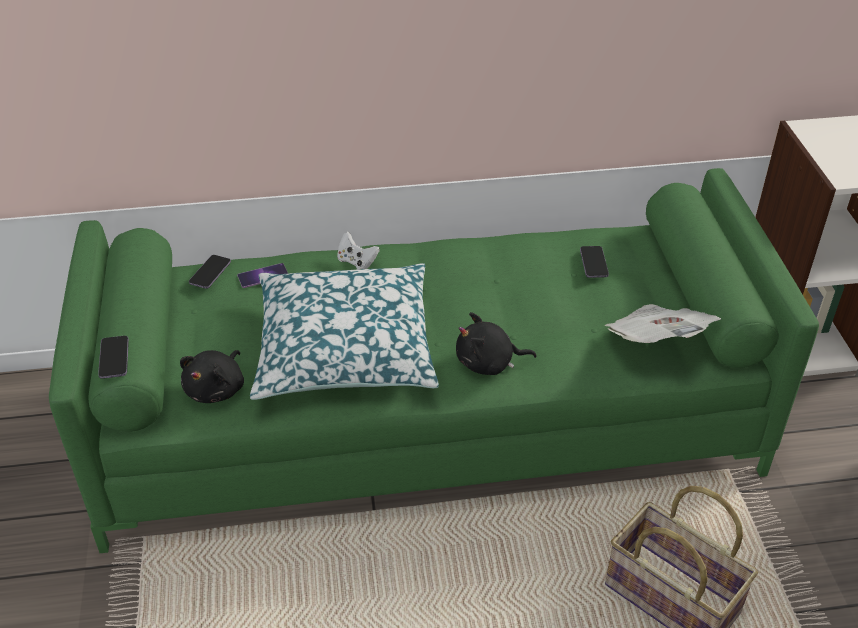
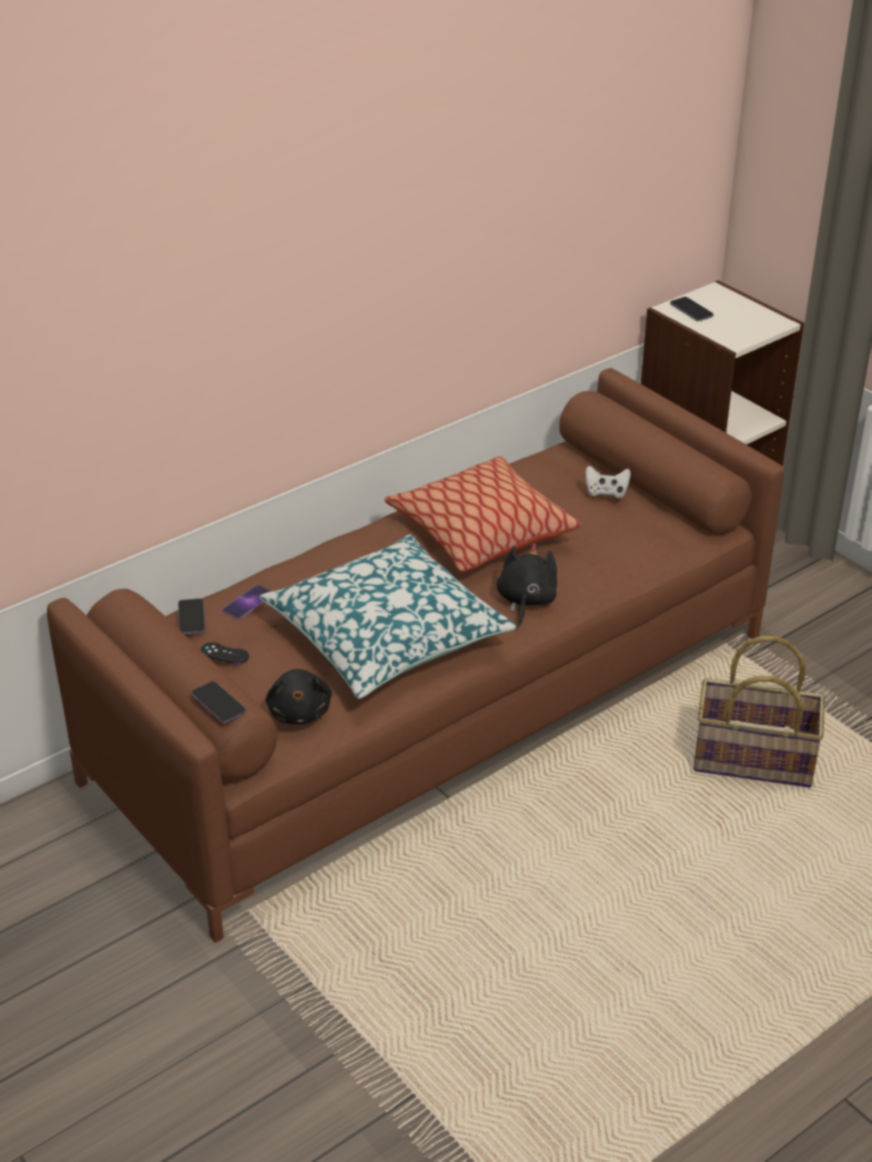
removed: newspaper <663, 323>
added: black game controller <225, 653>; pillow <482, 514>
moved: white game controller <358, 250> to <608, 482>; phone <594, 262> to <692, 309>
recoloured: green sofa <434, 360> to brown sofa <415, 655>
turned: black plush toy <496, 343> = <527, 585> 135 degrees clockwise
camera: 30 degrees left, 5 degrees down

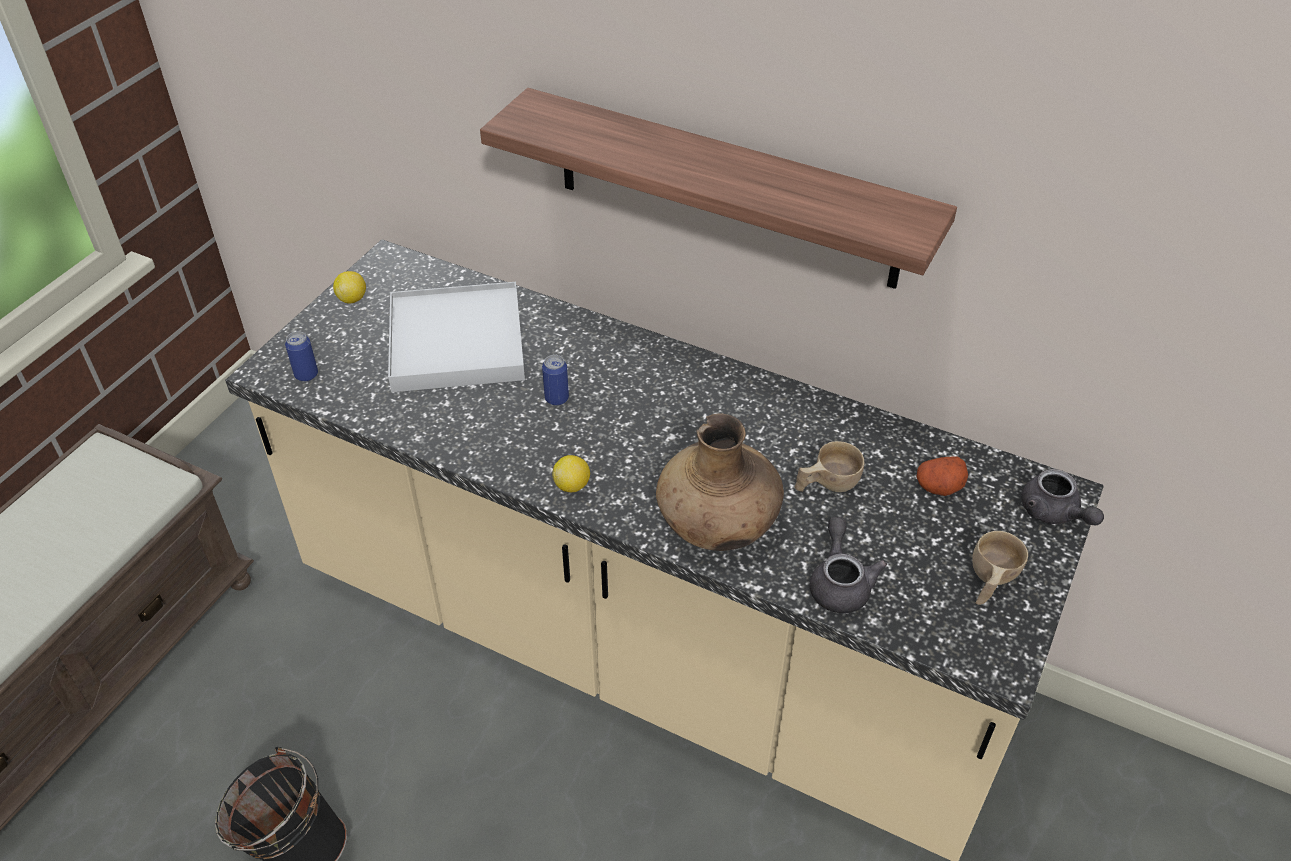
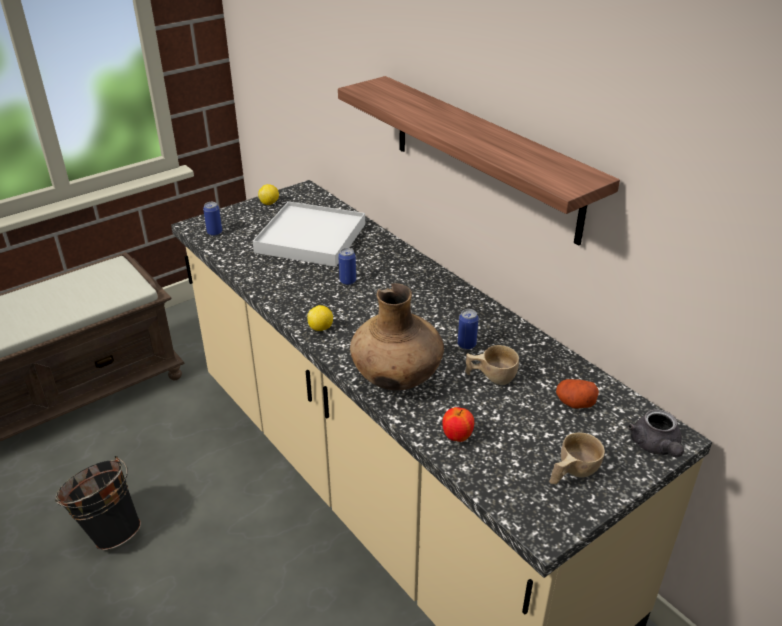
added: can <468, 329>
replaced: grey teapot <848, 565> to apple <458, 424>
camera: 25 degrees right, 10 degrees down

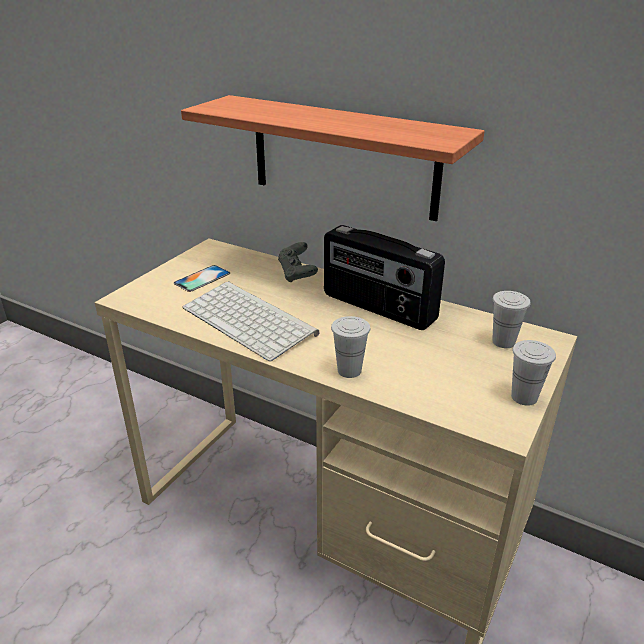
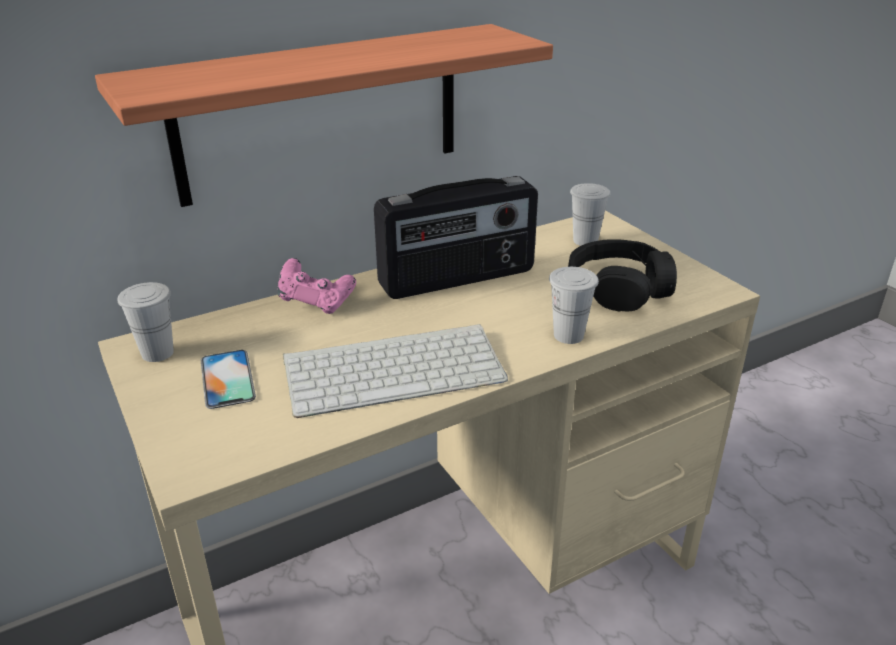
added: black headphones <622, 275>
moved: white cup <533, 373> to <145, 322>
recoloured: grey game controller <298, 262> to pink game controller <316, 286>
camera: 60 degrees left, 0 degrees up

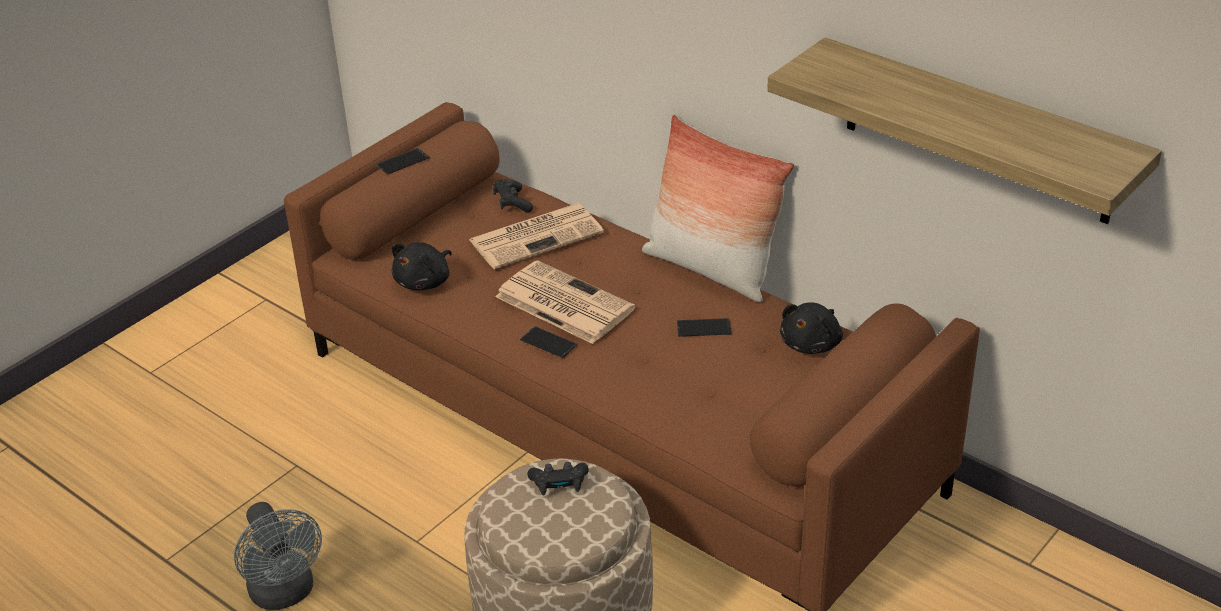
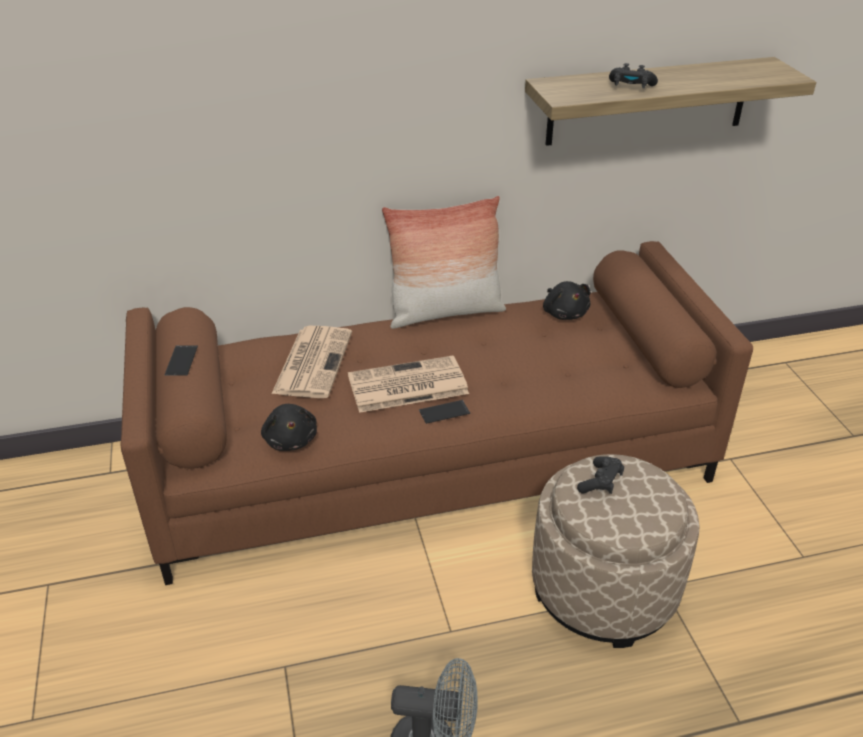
removed: phone <704, 327>
moved: black game controller <513, 196> to <633, 76>
camera: 55 degrees left, 0 degrees up

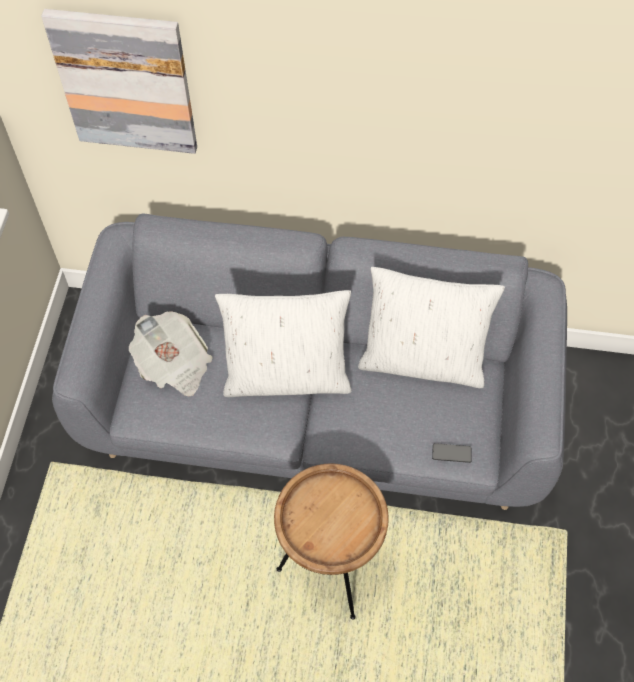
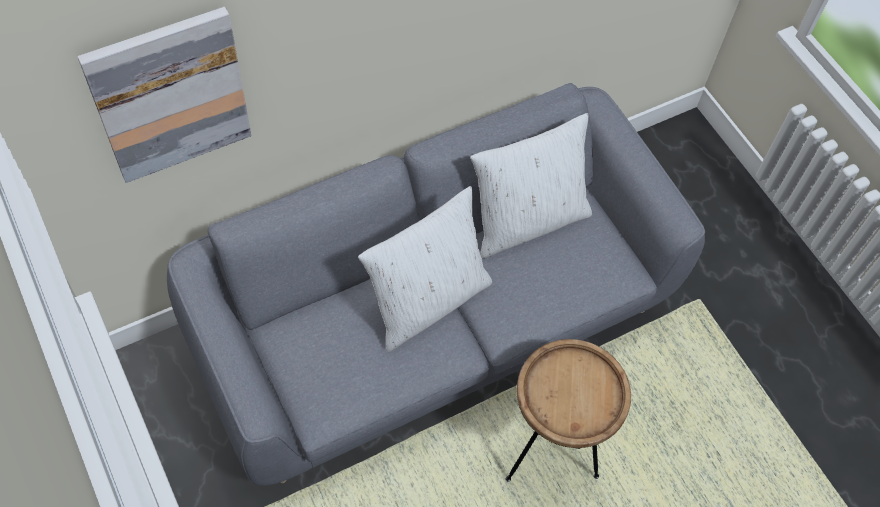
removed: newspaper <171, 354>; phone <452, 453>
camera: 40 degrees left, 0 degrees up

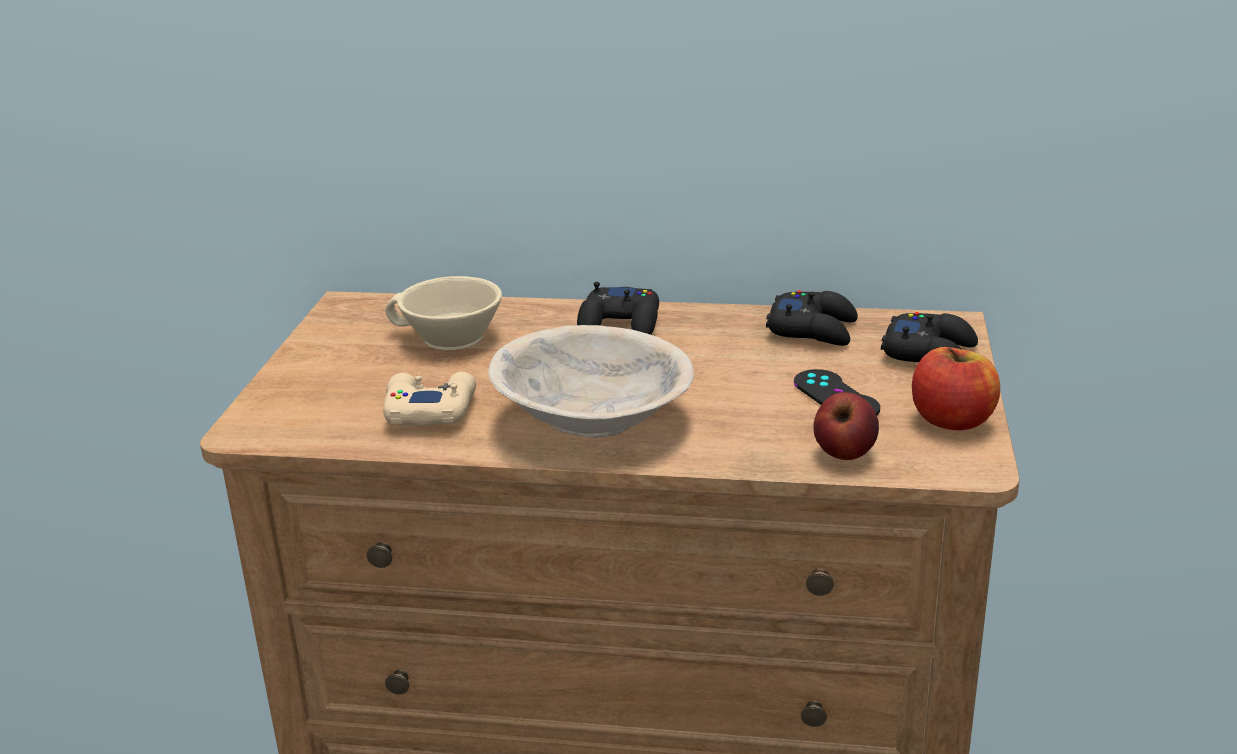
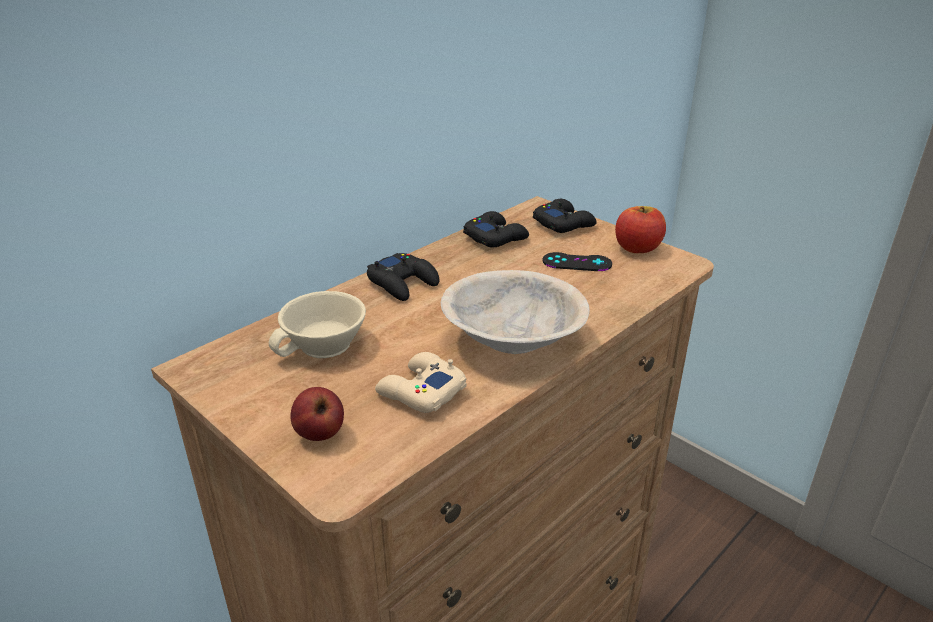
moved: apple <846, 426> to <317, 414>
camera: 55 degrees left, 5 degrees up

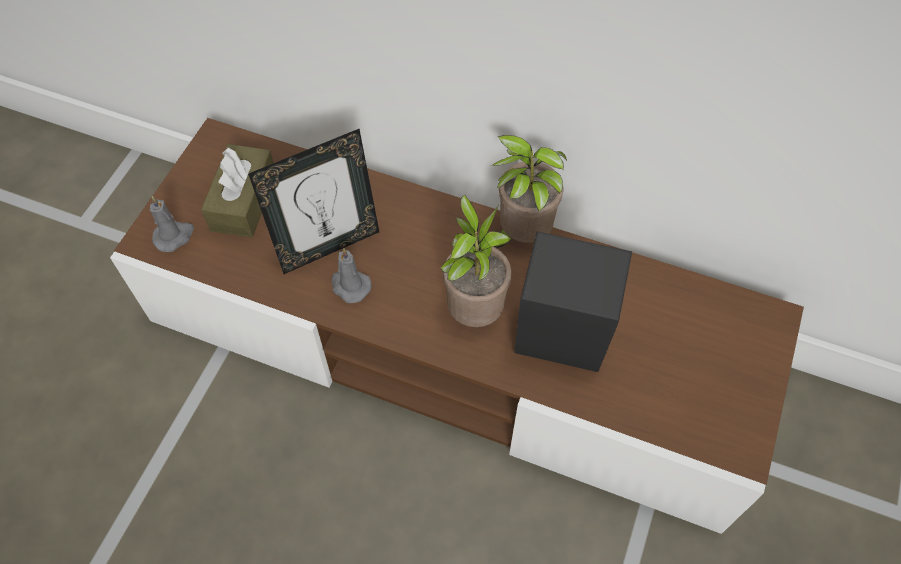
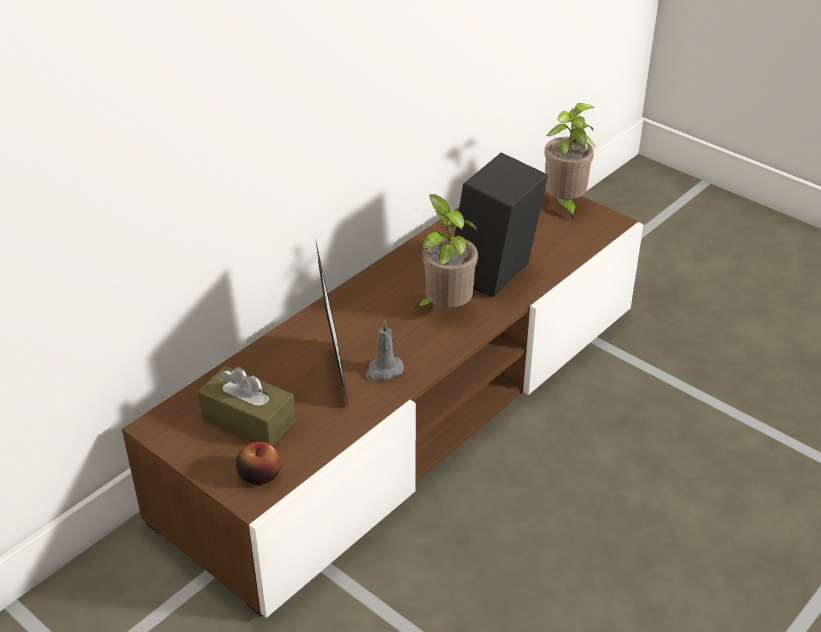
moved: potted plant <529, 191> to <570, 161>
replaced: grey candle <172, 224> to apple <258, 463>
camera: 70 degrees left, 20 degrees down

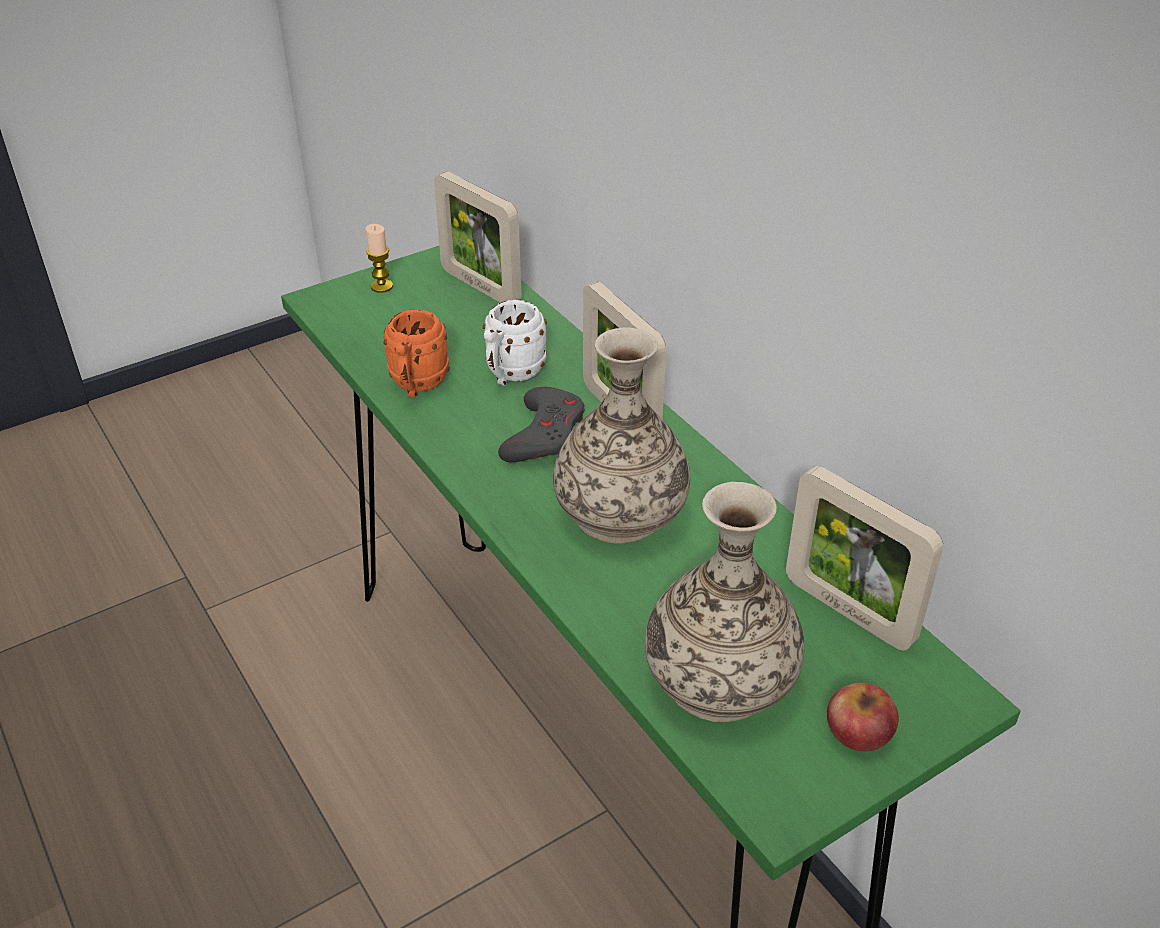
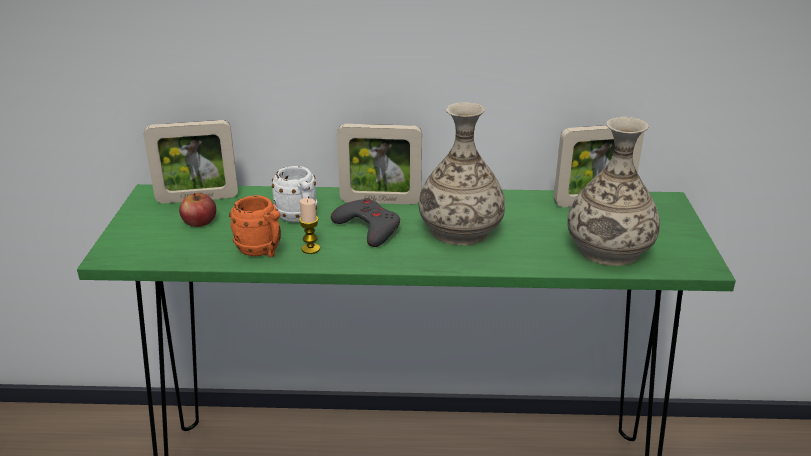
moved: candle <379, 258> to <309, 226>; apple <863, 717> to <197, 210>
camera: 55 degrees left, 10 degrees down

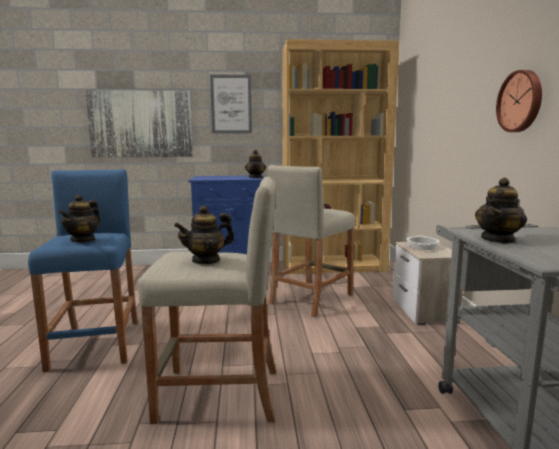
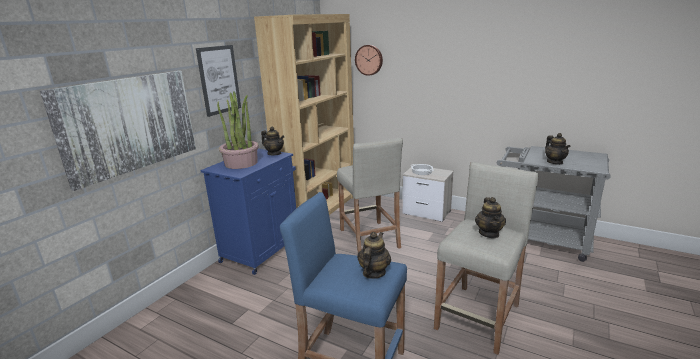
added: potted plant <238, 130>
moved: wall clock <519, 101> to <369, 60>
turned: teapot <79, 218> = <374, 255> 120 degrees counterclockwise
camera: 55 degrees left, 10 degrees up

